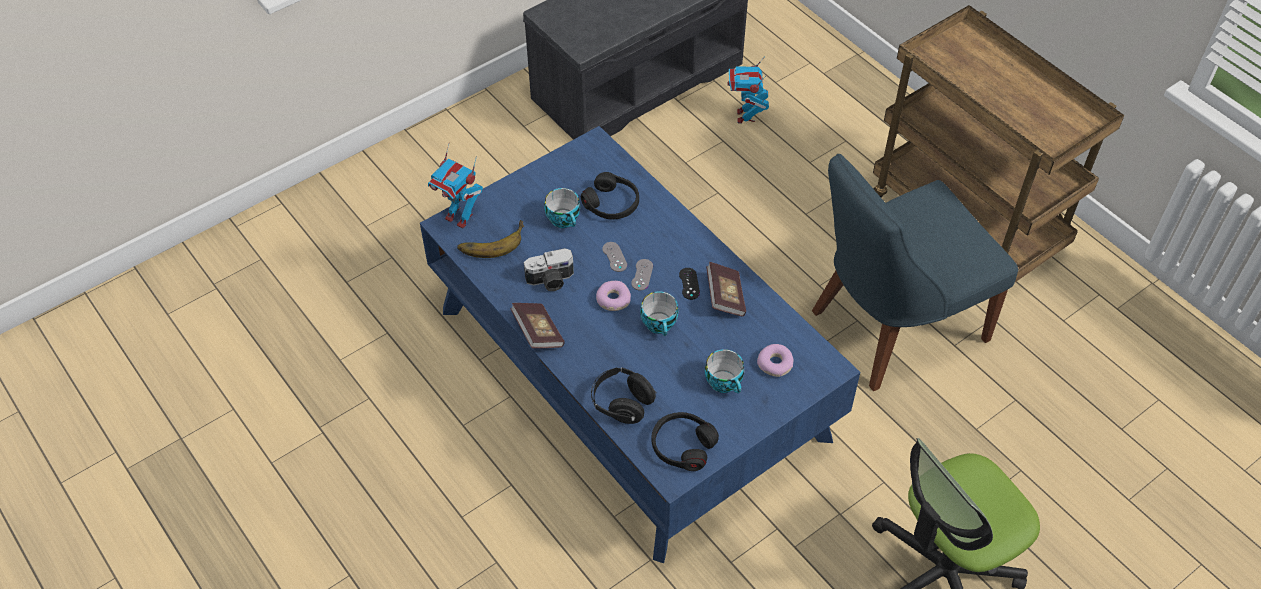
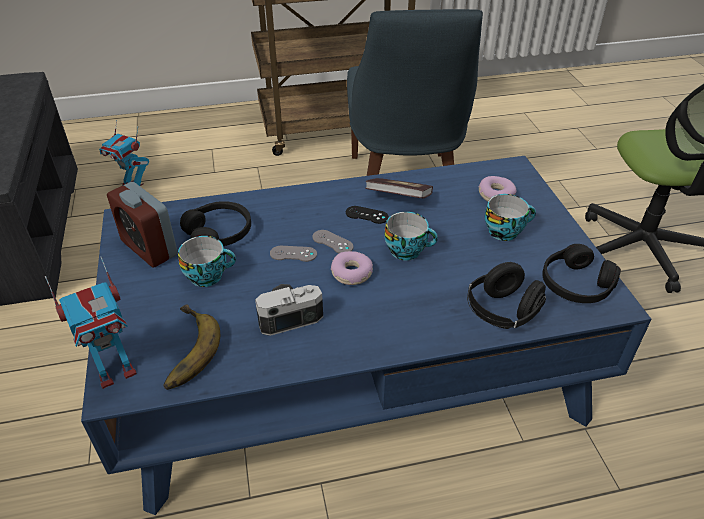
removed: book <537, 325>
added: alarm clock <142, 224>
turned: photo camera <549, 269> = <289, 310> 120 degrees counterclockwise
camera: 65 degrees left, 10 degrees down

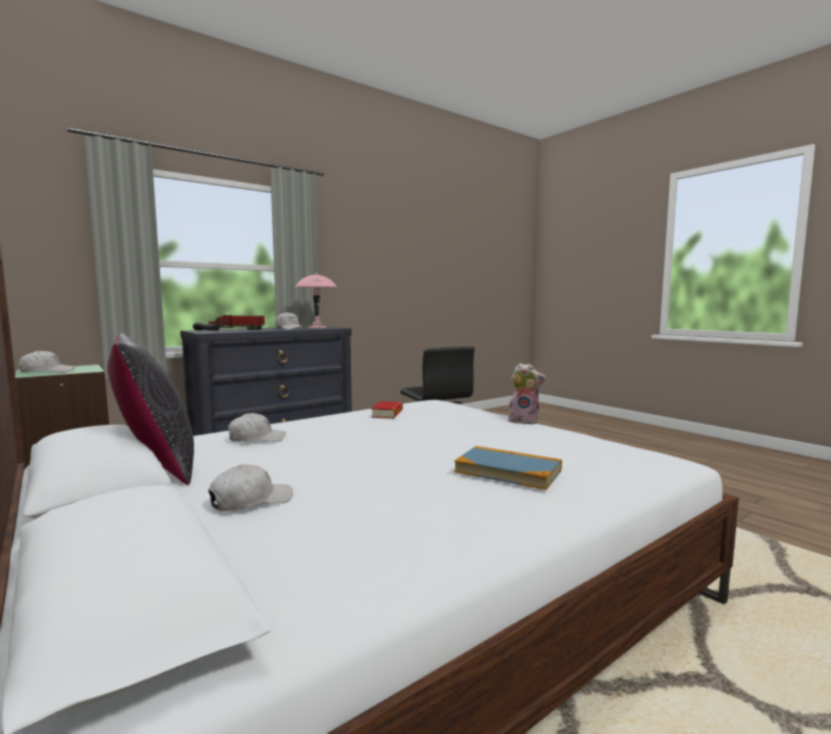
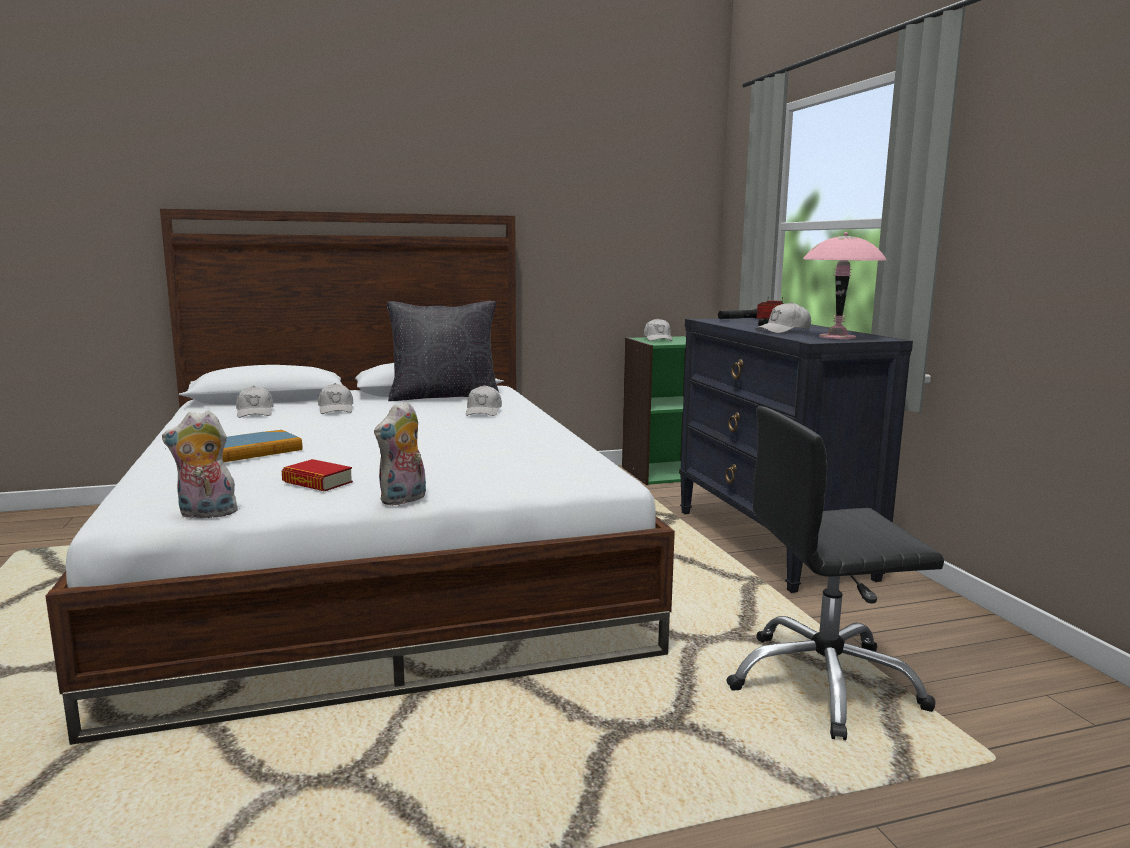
added: plush toy <200, 464>; white cap <255, 402>
moved: book <387, 410> to <317, 475>
camera: 110 degrees right, 5 degrees up

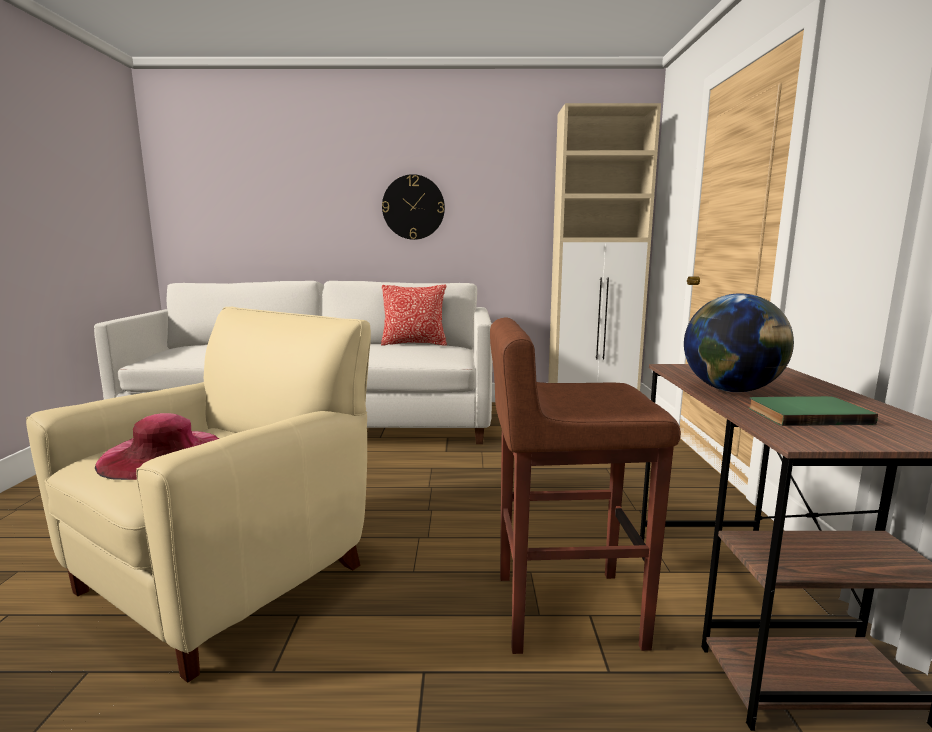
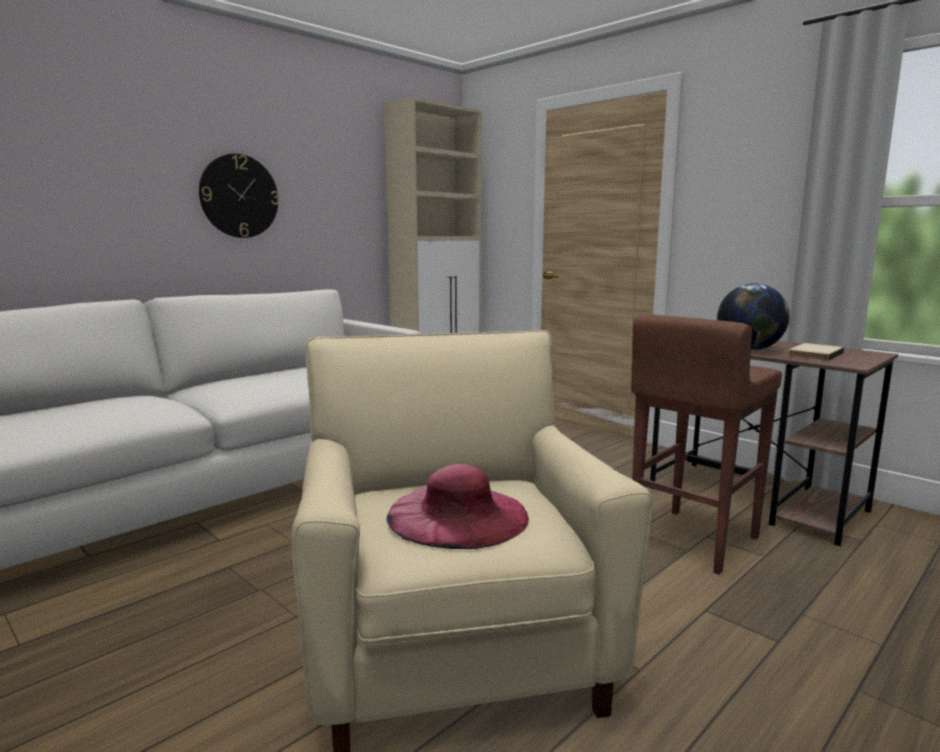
removed: pillow <414, 315>
recoloured: green book <813, 411> to beige book <816, 352>
camera: 45 degrees left, 0 degrees up

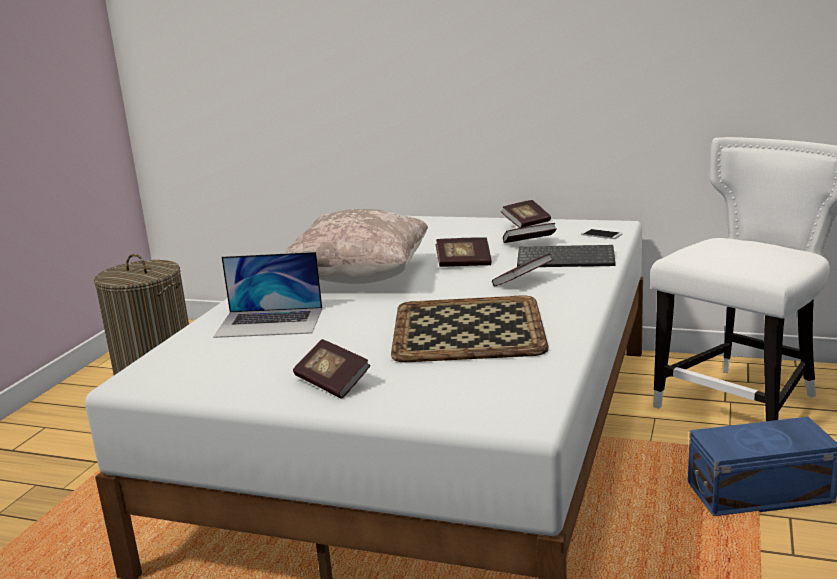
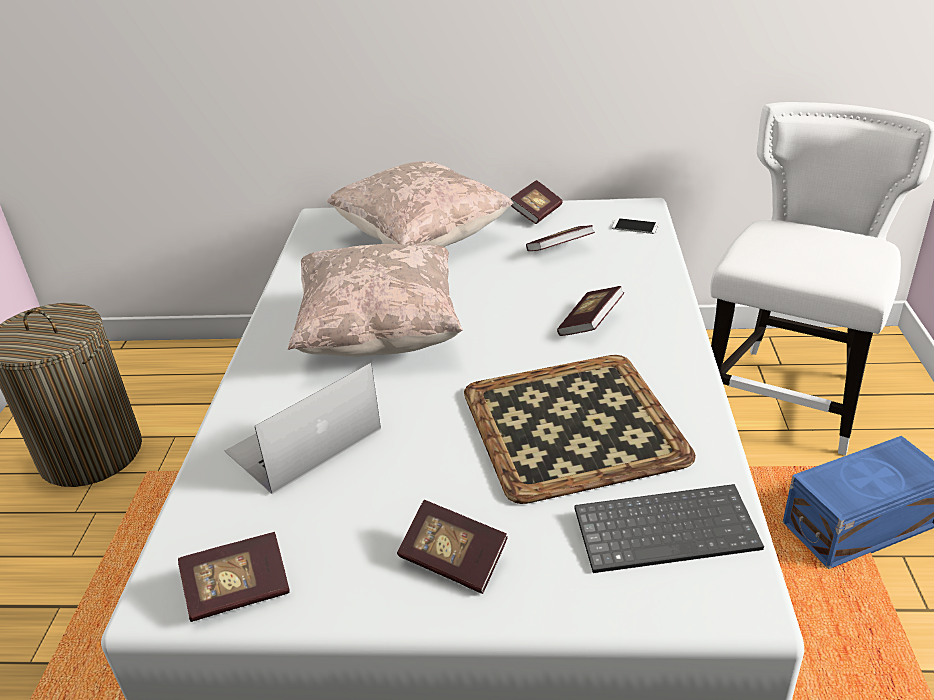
added: beige pillow <420, 204>
moved: book <463, 252> to <234, 577>; keyboard <566, 256> to <669, 528>
turned: laptop <267, 295> = <303, 428> 150 degrees clockwise
camera: 15 degrees left, 15 degrees up

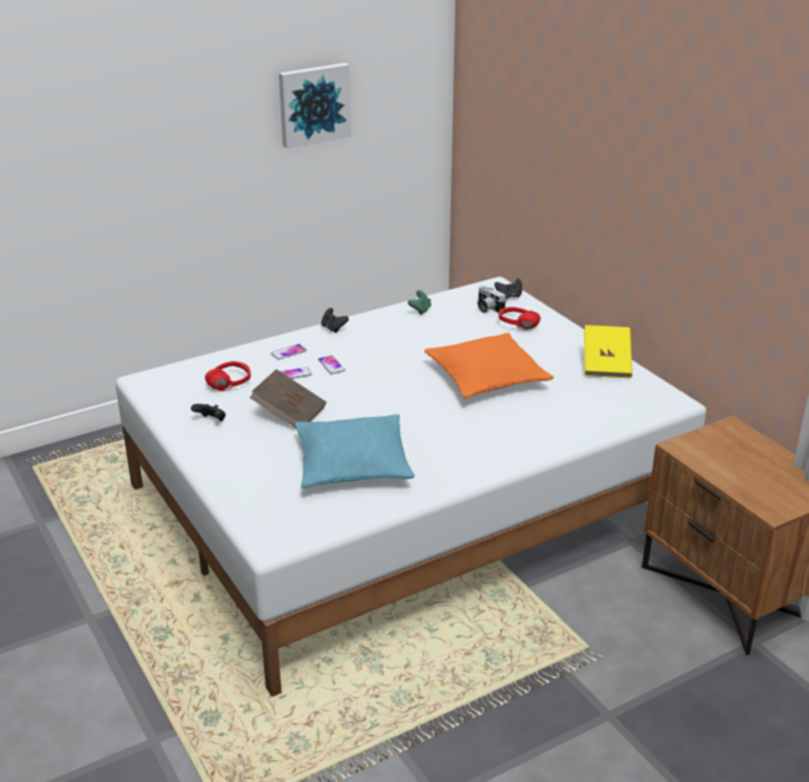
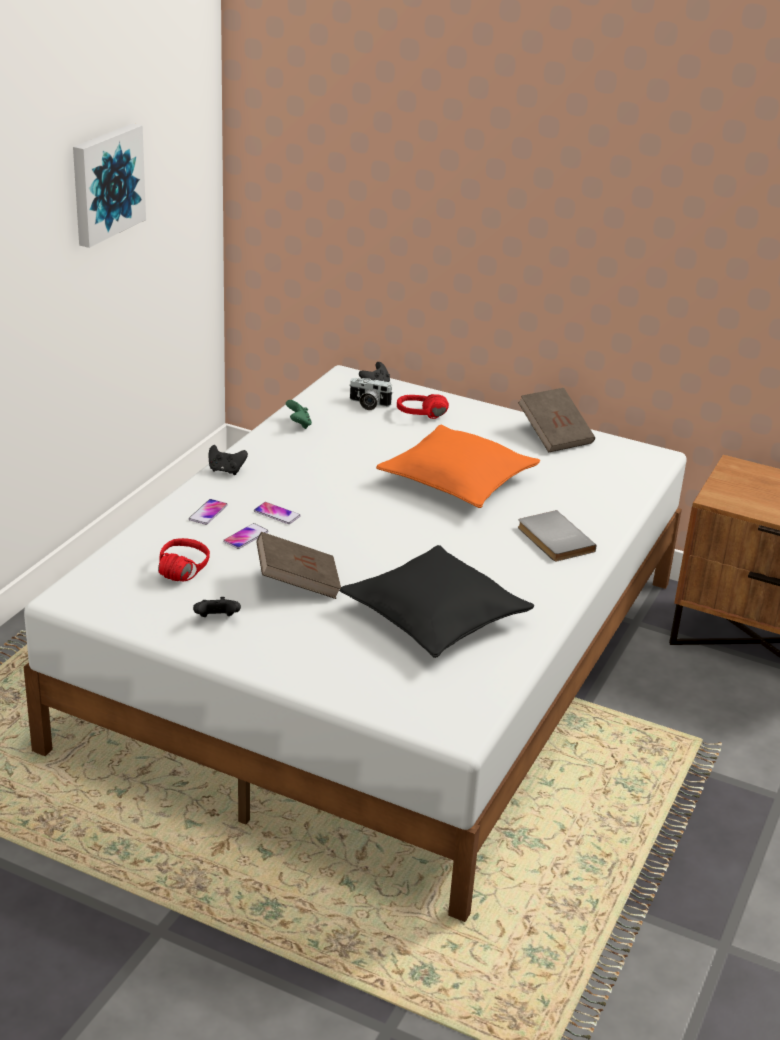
added: grey book <557, 535>
recoloured: turquoise pillow <355, 451> to black pillow <436, 601>; yellow book <608, 351> to brown book <556, 420>
camera: 35 degrees left, 0 degrees up

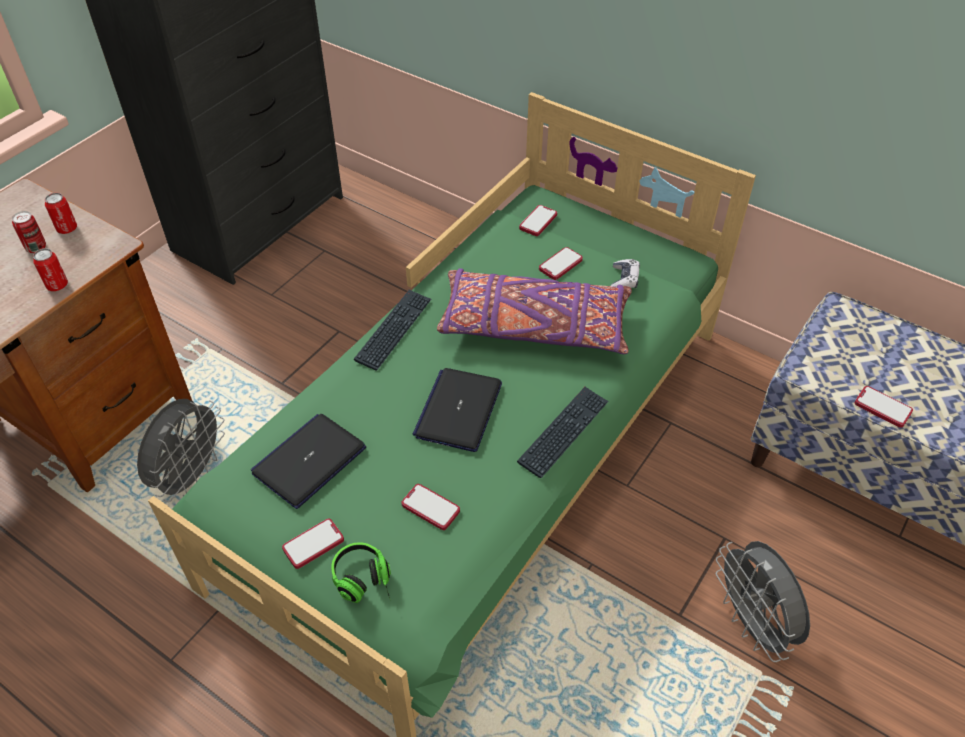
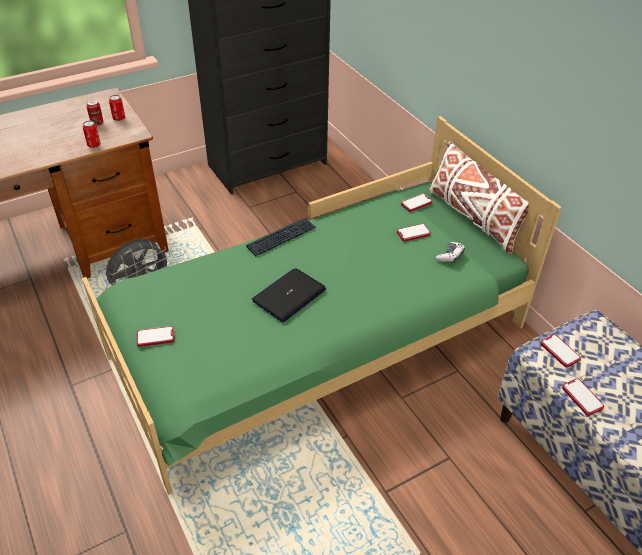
removed: laptop <308, 461>; headphones <361, 572>; purple pillow <534, 311>; keyboard <563, 432>; grey fan <763, 601>
added: white pillow <479, 197>
moved: phone <430, 507> to <560, 350>
camera: 25 degrees right, 5 degrees down

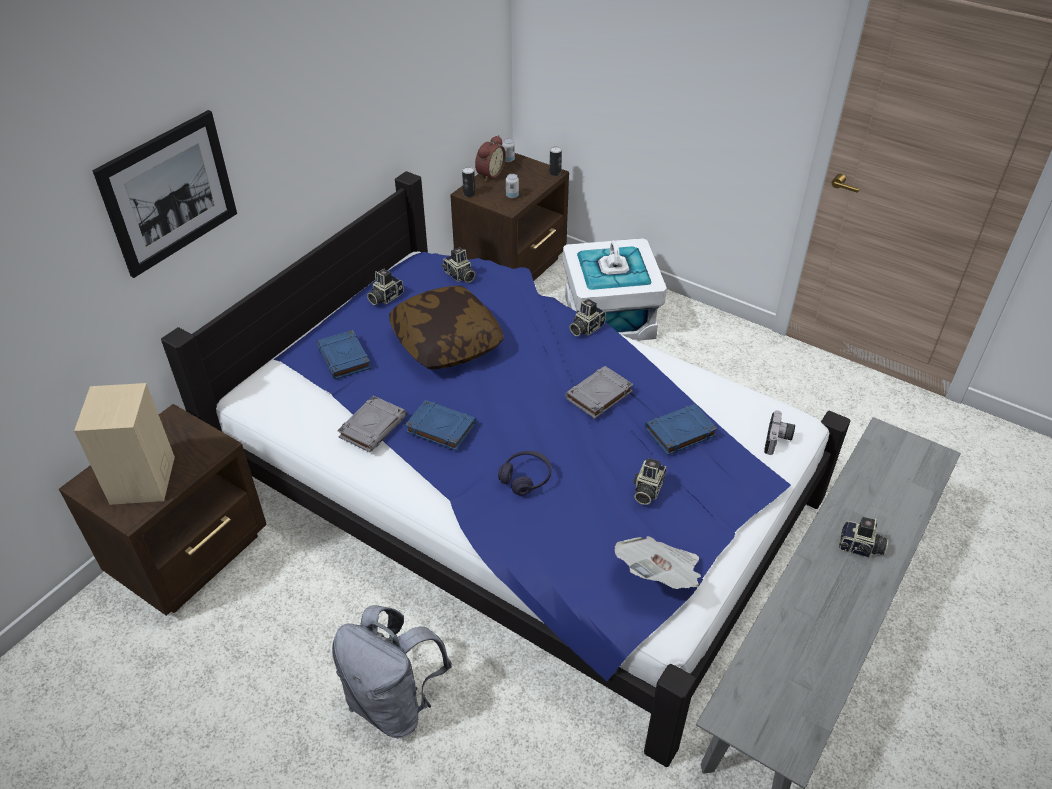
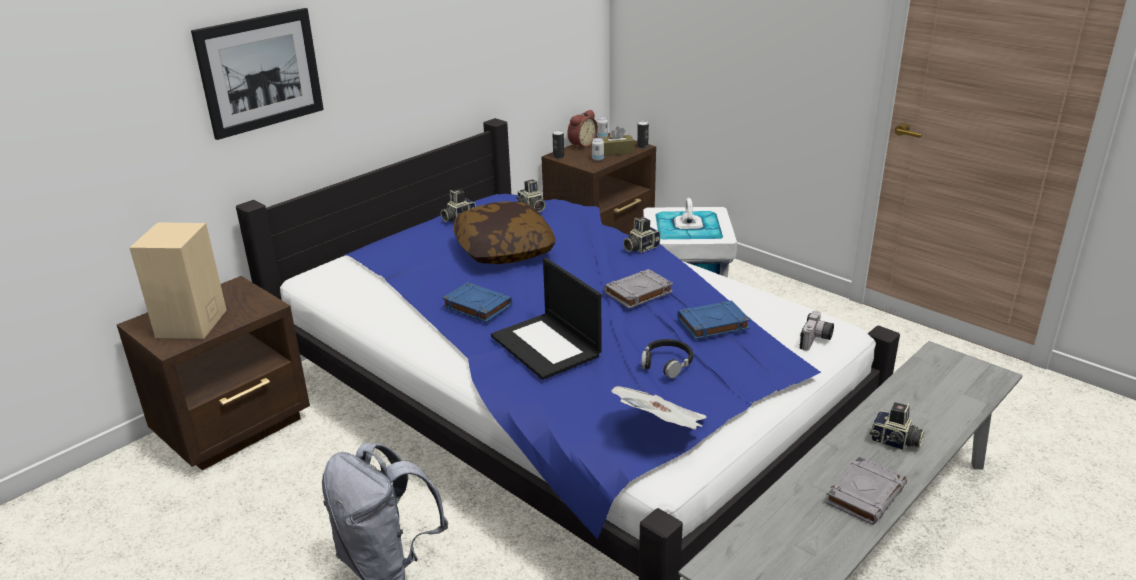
removed: blue book <344, 354>
added: brown tissue box <617, 141>
moved: grey book <372, 424> to <866, 490>
replaced: purple headphones <524, 473> to laptop <546, 319>; photo camera <650, 481> to black headphones <667, 358>
camera: 10 degrees right, 15 degrees down

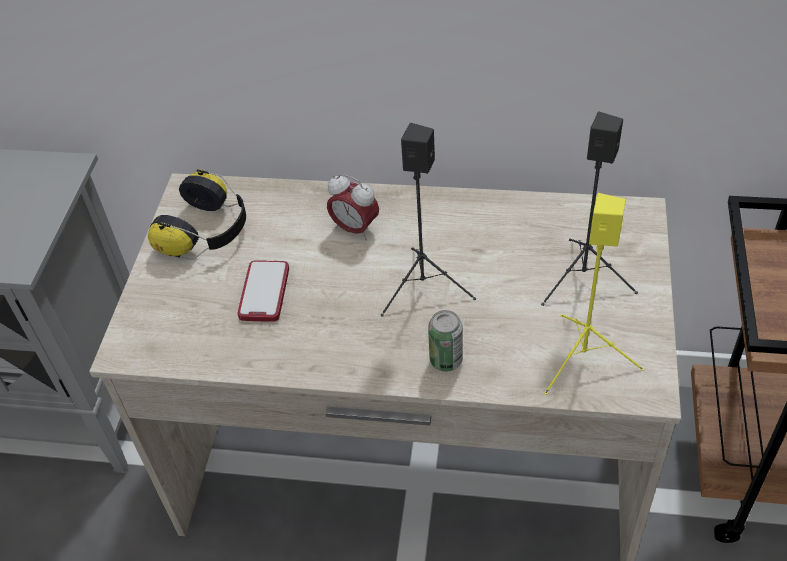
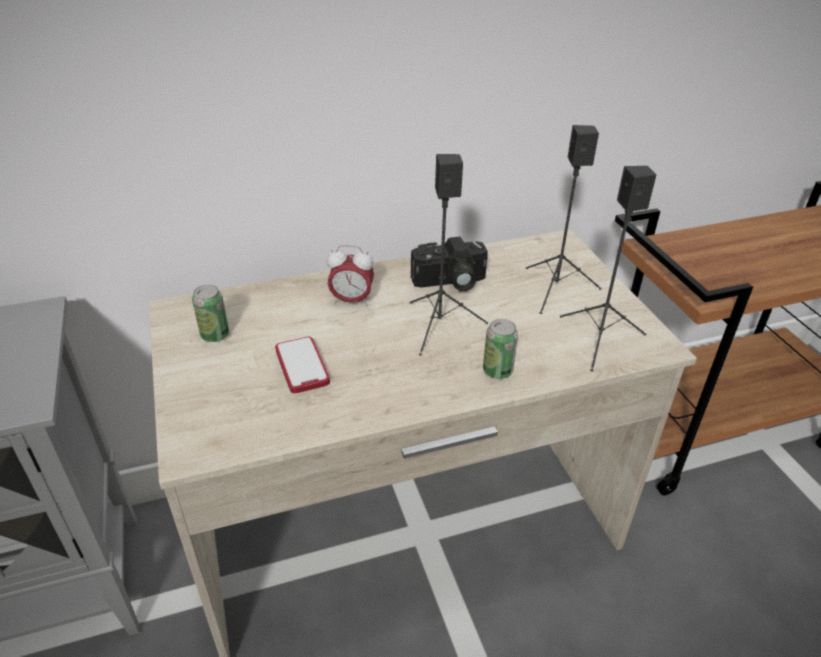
added: photo camera <449, 264>
replaced: headphones <197, 214> to can <210, 313>
recoloured: yellow speaker <594, 294> to black speaker <608, 269>
camera: 30 degrees left, 10 degrees down

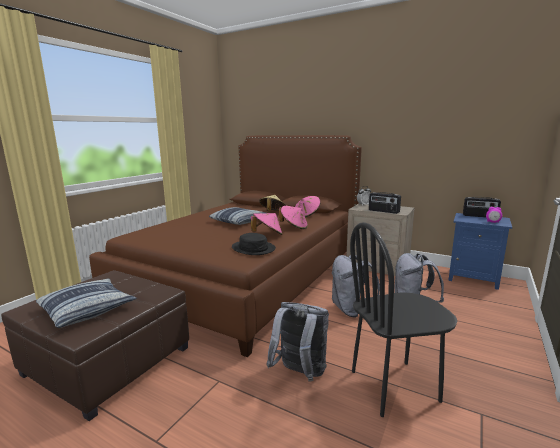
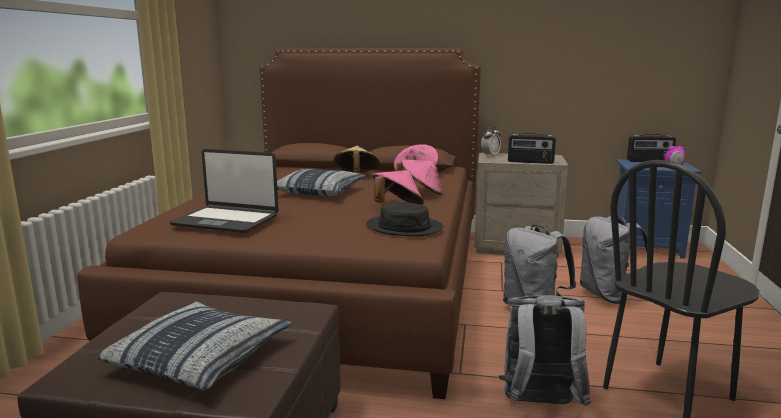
added: laptop <224, 191>
camera: 20 degrees left, 0 degrees up

